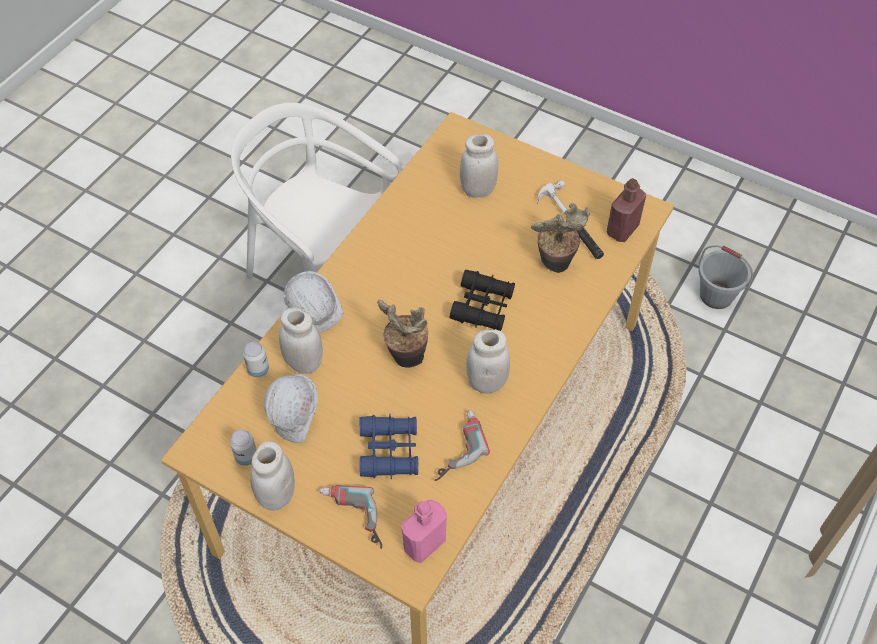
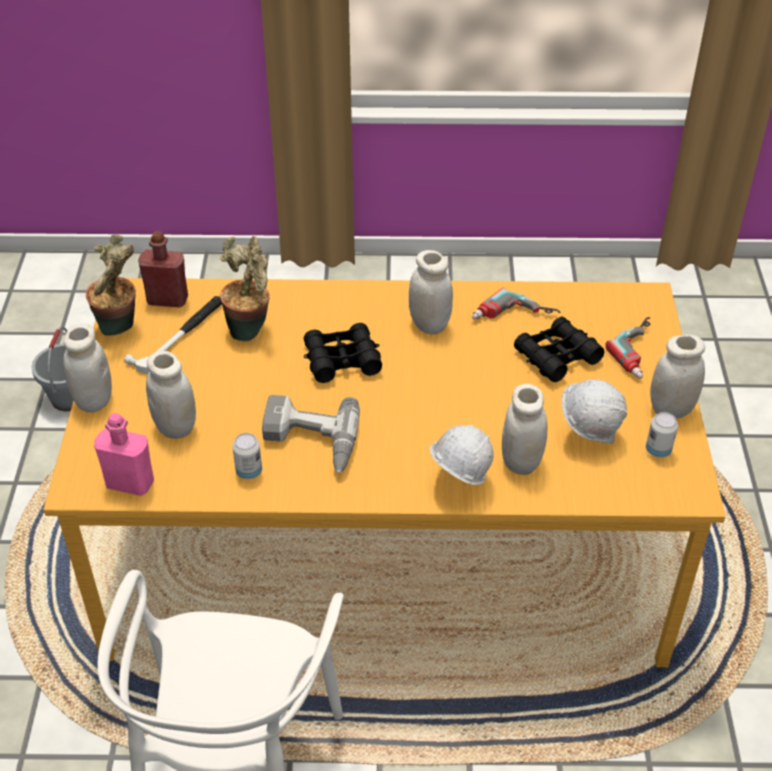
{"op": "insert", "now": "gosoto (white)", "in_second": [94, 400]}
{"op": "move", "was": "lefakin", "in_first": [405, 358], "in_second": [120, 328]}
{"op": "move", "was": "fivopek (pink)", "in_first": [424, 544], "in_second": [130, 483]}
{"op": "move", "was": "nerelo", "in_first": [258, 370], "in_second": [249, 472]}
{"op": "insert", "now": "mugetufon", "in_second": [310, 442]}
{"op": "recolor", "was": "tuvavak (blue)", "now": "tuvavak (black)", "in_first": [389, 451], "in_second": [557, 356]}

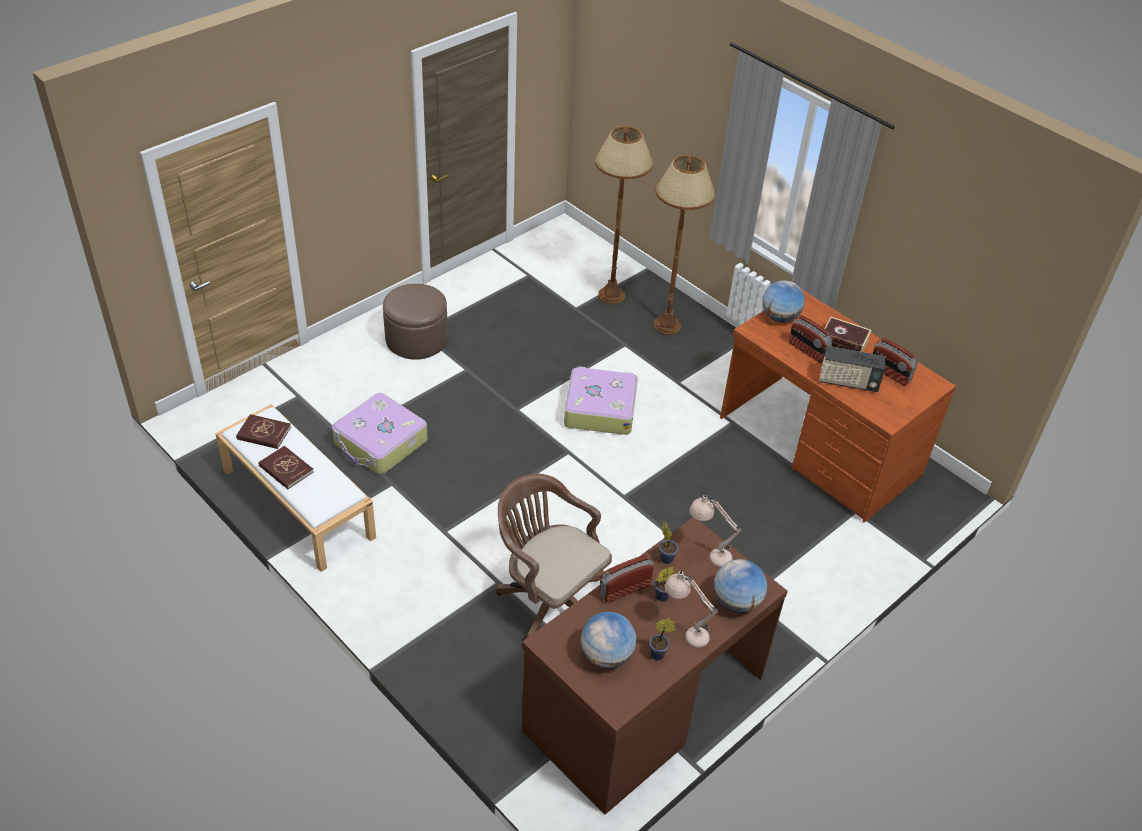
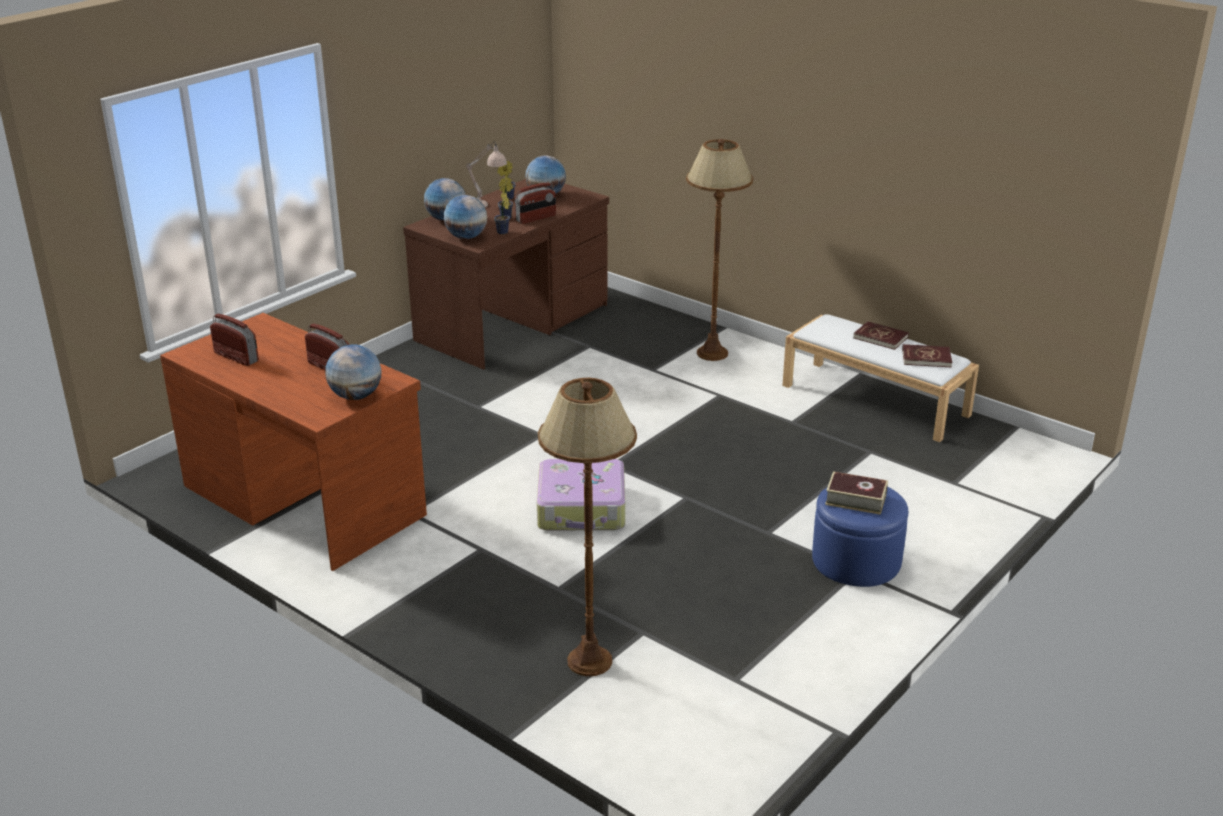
{"op": "replace", "was": "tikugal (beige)", "now": "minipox", "in_first": [709, 553], "in_second": [466, 237]}
{"op": "move", "was": "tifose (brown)", "in_first": [667, 326], "in_second": [712, 353]}
{"op": "recolor", "was": "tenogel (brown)", "now": "tenogel (blue)", "in_first": [416, 339], "in_second": [856, 561]}
{"op": "move", "was": "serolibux", "in_first": [844, 341], "in_second": [855, 499]}
{"op": "delete", "was": "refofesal", "in_first": [380, 443]}
{"op": "delete", "was": "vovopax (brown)", "in_first": [549, 599]}
{"op": "delete", "was": "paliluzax", "in_first": [848, 382]}

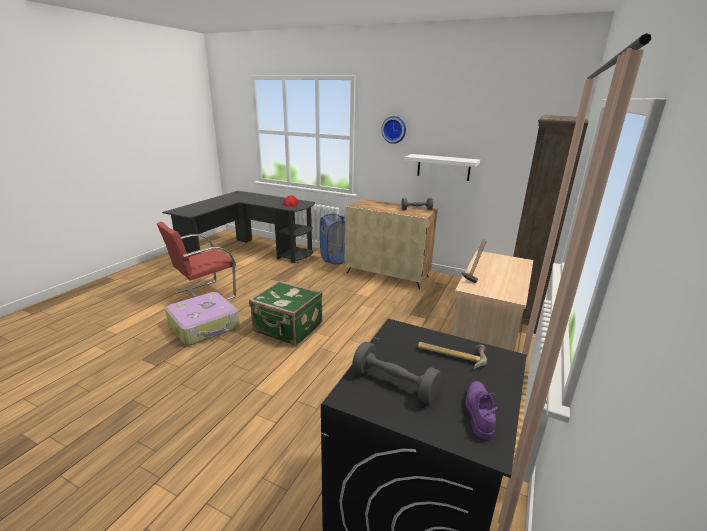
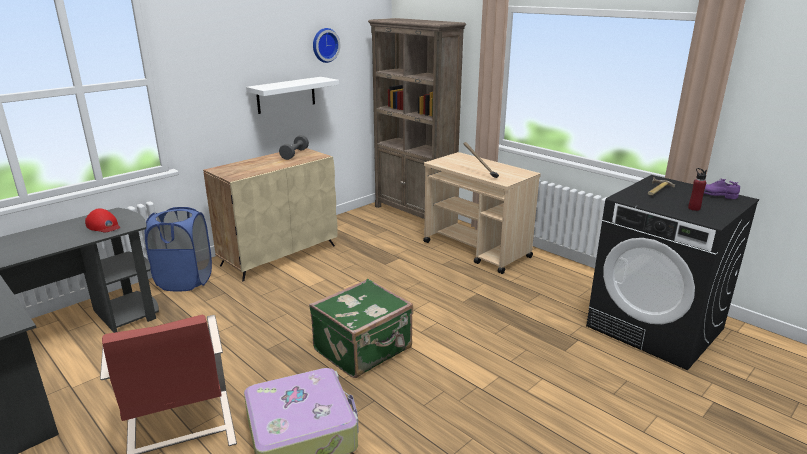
{"op": "move", "was": "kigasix", "in_first": [394, 129], "in_second": [324, 45]}
{"op": "replace", "was": "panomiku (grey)", "now": "fivopek (red)", "in_first": [394, 383], "in_second": [694, 208]}

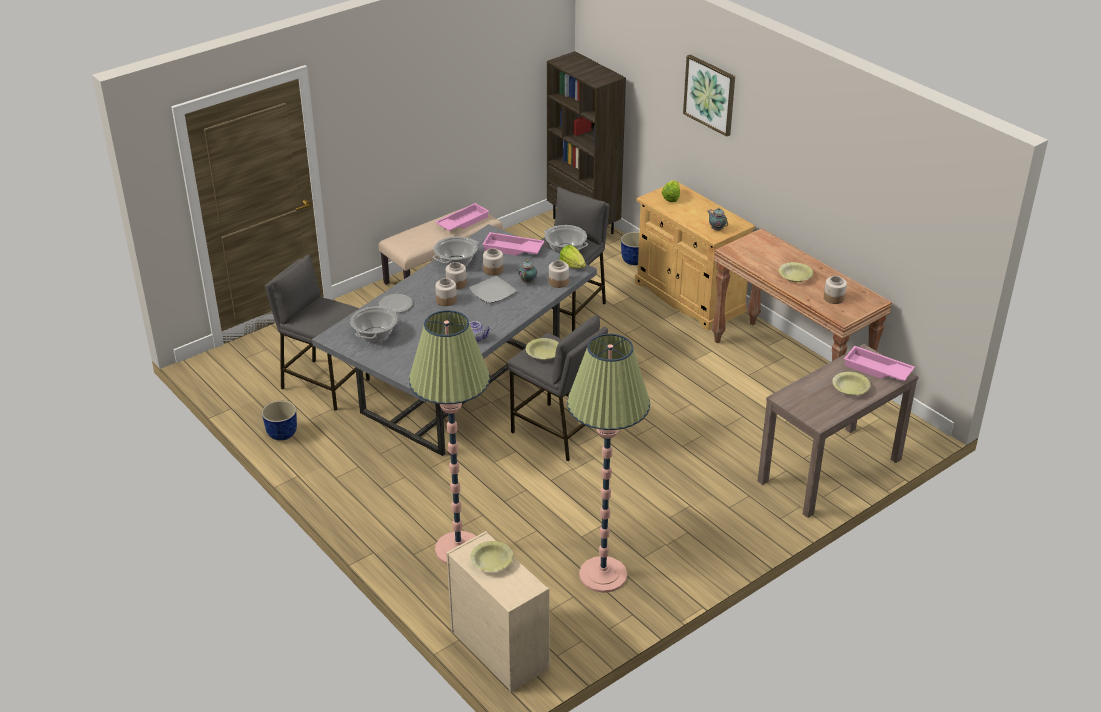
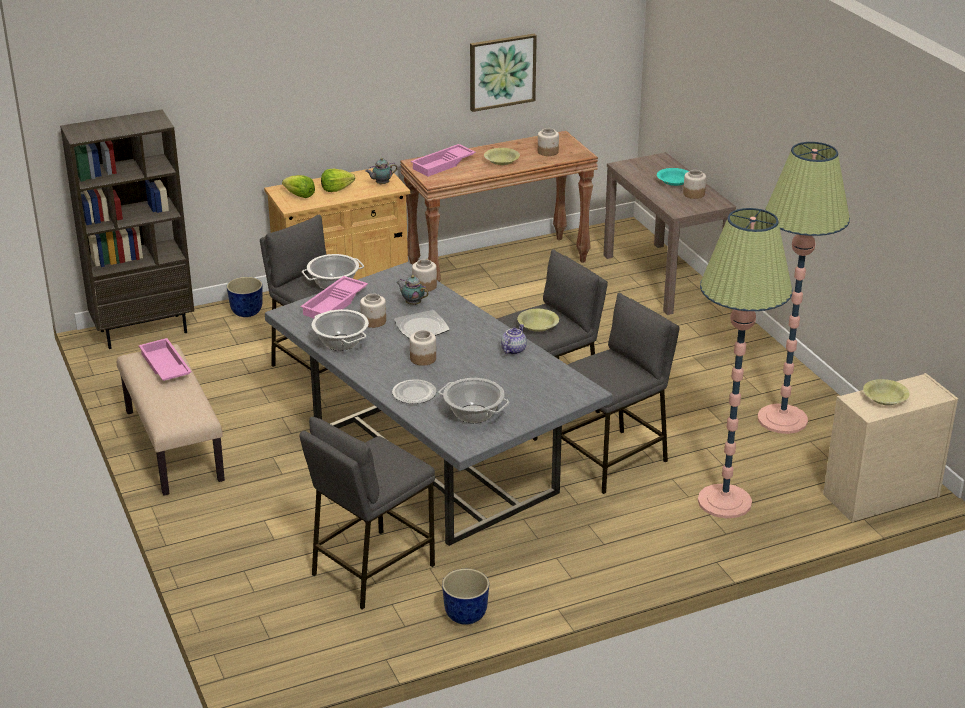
{"op": "move", "was": "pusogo", "in_first": [572, 265], "in_second": [336, 189]}
{"op": "move", "was": "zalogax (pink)", "in_first": [876, 370], "in_second": [443, 164]}
{"op": "move", "was": "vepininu", "in_first": [710, 94], "in_second": [502, 71]}
{"op": "insert", "now": "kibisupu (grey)", "in_second": [613, 461]}
{"op": "recolor", "was": "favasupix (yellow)", "now": "favasupix (turquoise)", "in_first": [850, 388], "in_second": [674, 181]}
{"op": "move", "was": "gosoto", "in_first": [456, 284], "in_second": [693, 194]}

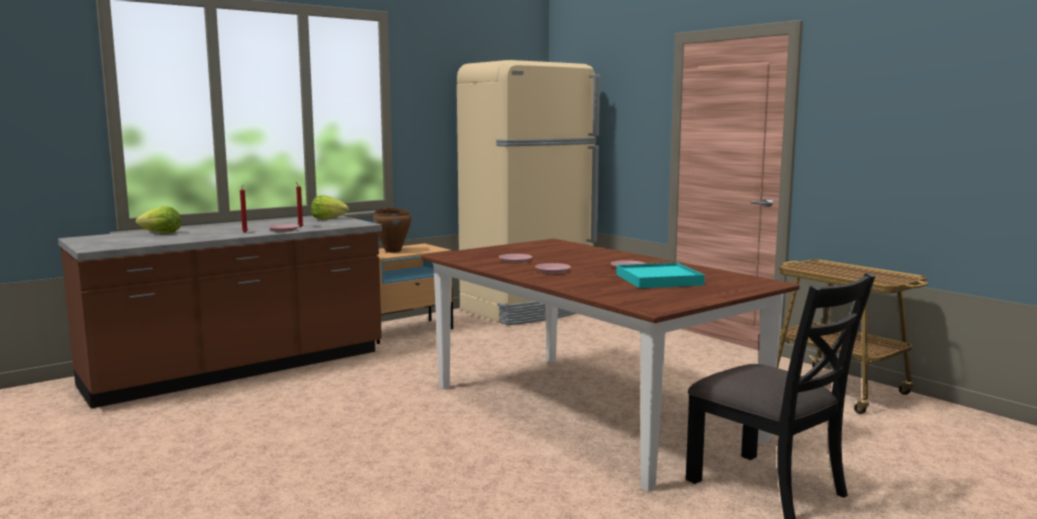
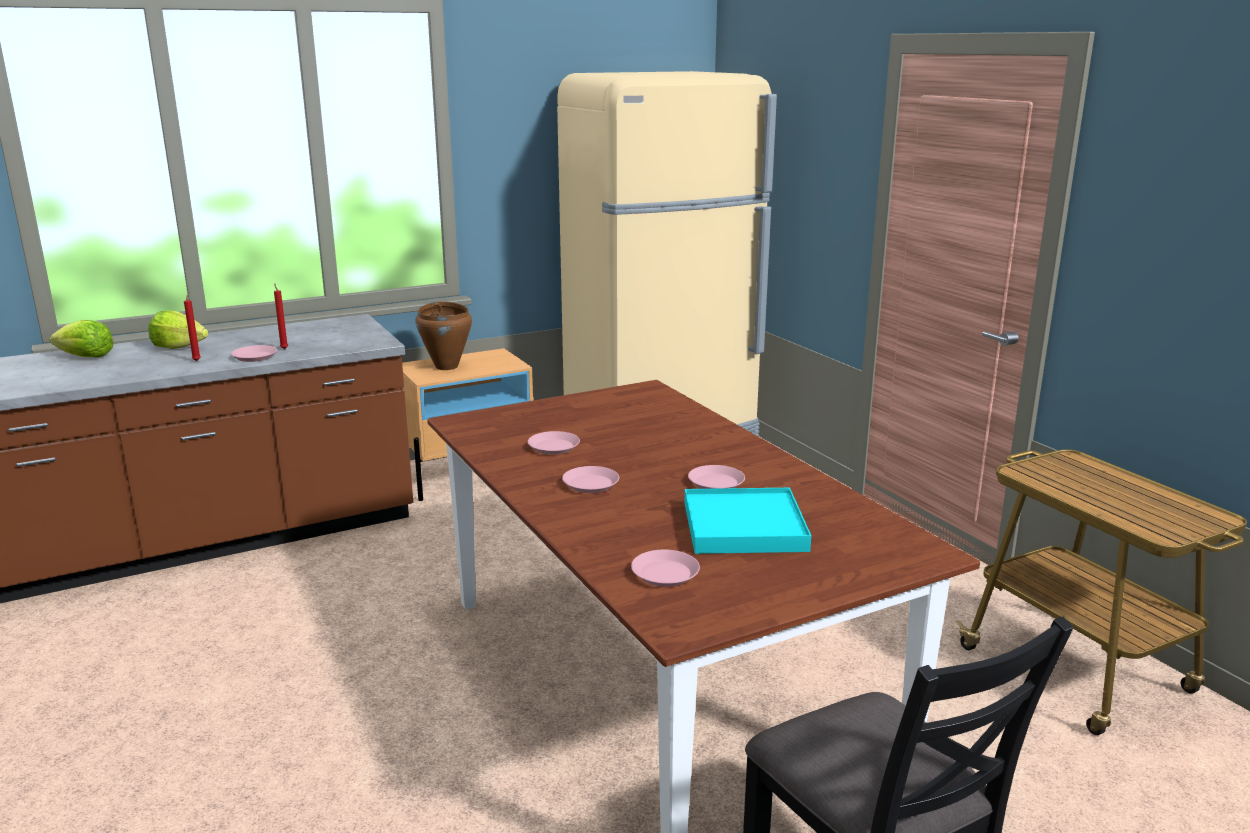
{"op": "move", "was": "pusogo", "in_first": [328, 219], "in_second": [179, 347]}
{"op": "insert", "now": "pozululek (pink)", "in_second": [664, 573]}

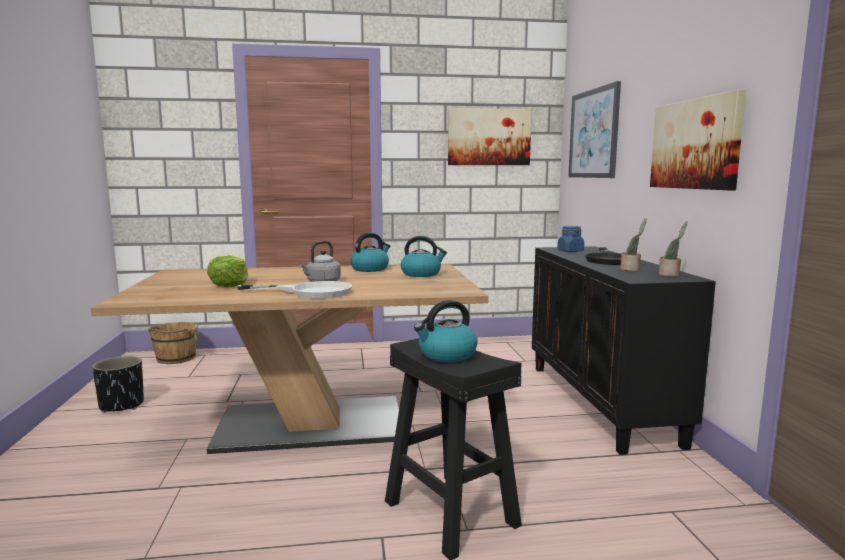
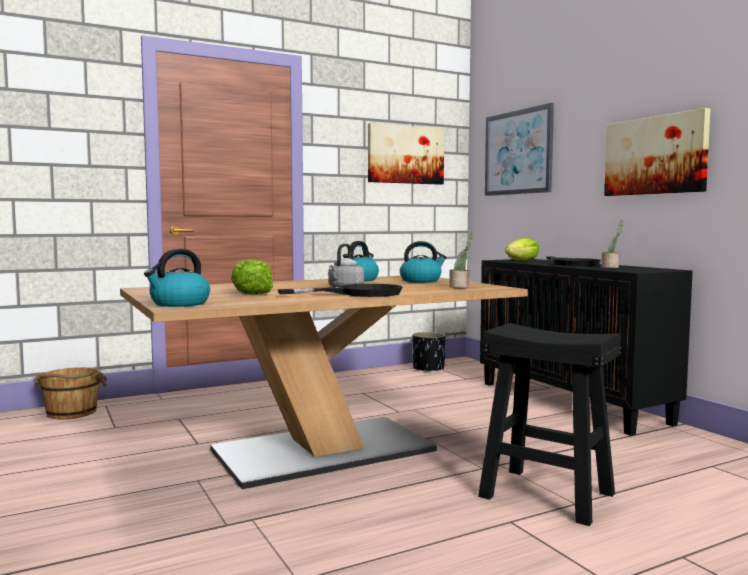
{"op": "move", "was": "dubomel", "in_first": [446, 355], "in_second": [179, 304]}
{"op": "recolor", "was": "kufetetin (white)", "now": "kufetetin (black)", "in_first": [310, 292], "in_second": [358, 293]}
{"op": "move", "was": "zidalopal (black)", "in_first": [122, 405], "in_second": [428, 369]}
{"op": "move", "was": "lefakin", "in_first": [670, 275], "in_second": [460, 287]}
{"op": "replace", "was": "gosoto (blue)", "now": "pusogo", "in_first": [570, 251], "in_second": [521, 261]}

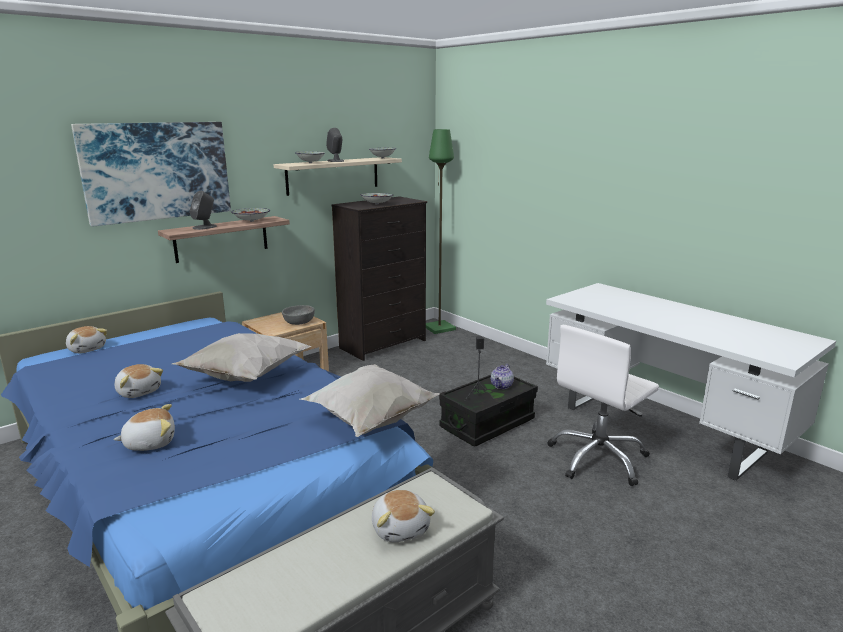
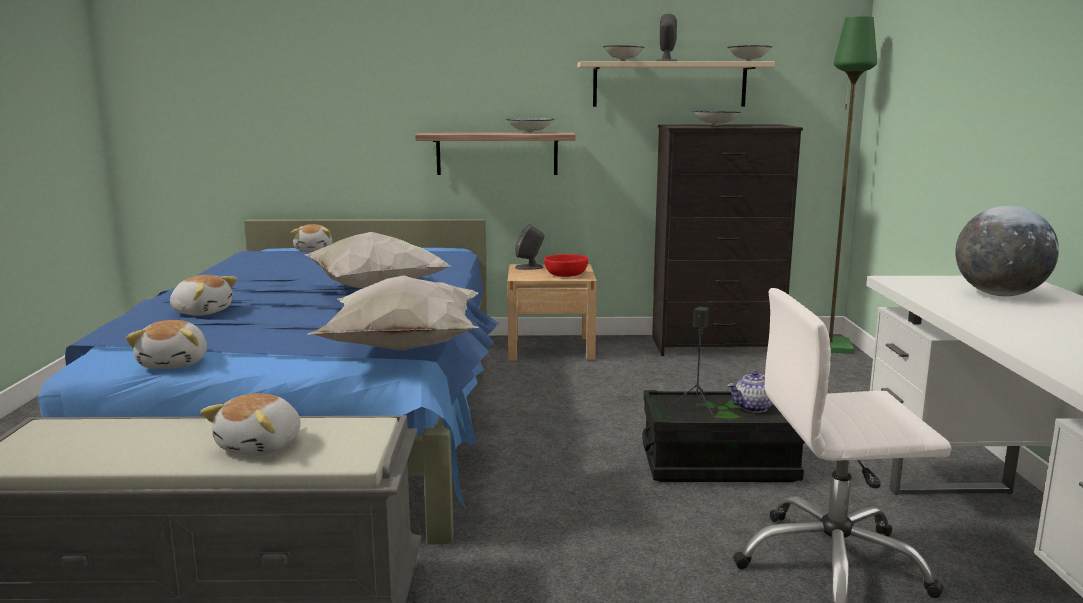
{"op": "move", "was": "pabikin", "in_first": [139, 391], "in_second": [175, 363]}
{"op": "move", "was": "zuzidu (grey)", "in_first": [205, 227], "in_second": [529, 267]}
{"op": "recolor", "was": "favasupix (grey)", "now": "favasupix (red)", "in_first": [298, 322], "in_second": [565, 275]}
{"op": "insert", "now": "minipox", "in_second": [999, 294]}
{"op": "delete", "was": "vepininu", "in_first": [157, 171]}

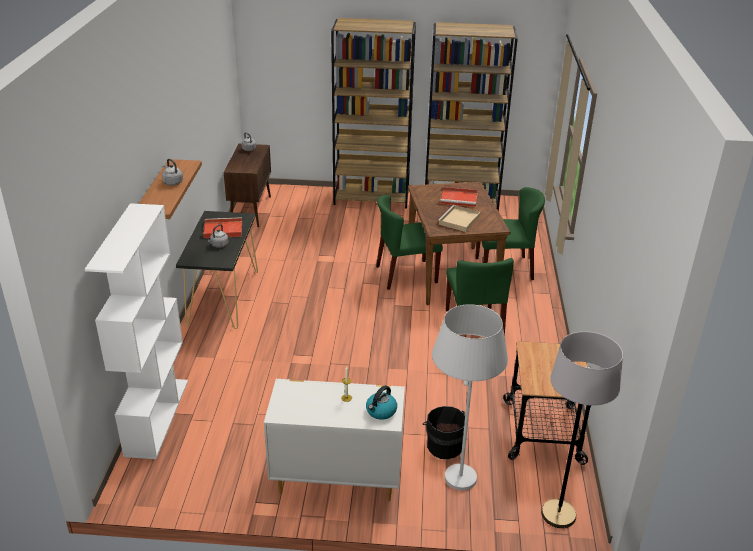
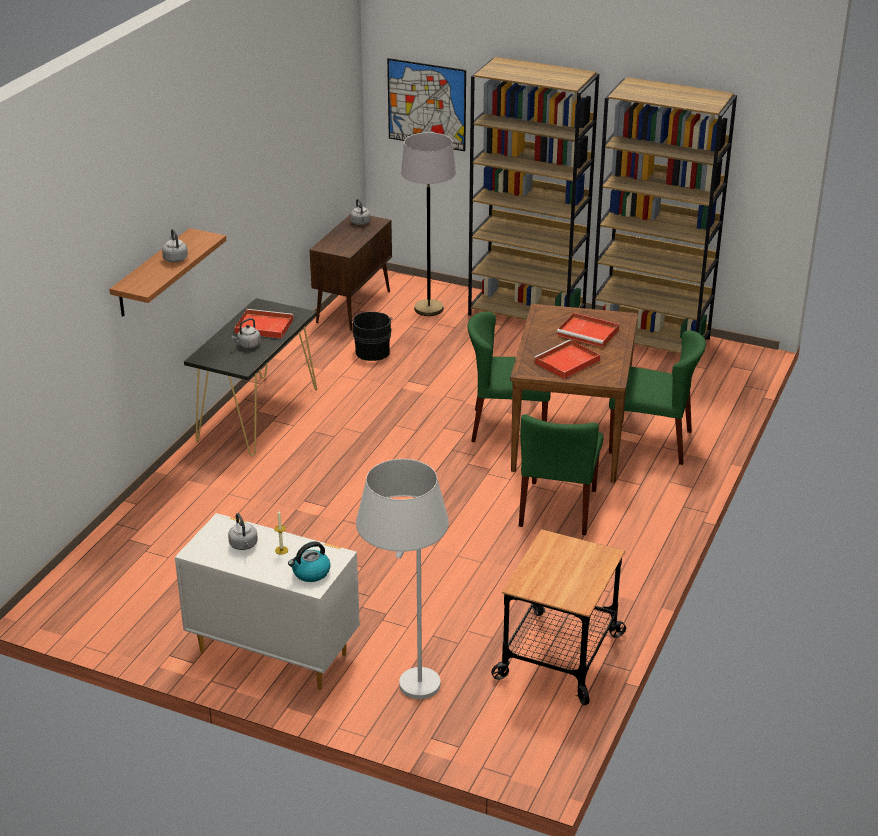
{"op": "insert", "now": "dubomel (grey)", "in_second": [244, 545]}
{"op": "move", "was": "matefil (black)", "in_first": [444, 445], "in_second": [372, 351]}
{"op": "insert", "now": "vepininu", "in_second": [426, 104]}
{"op": "move", "was": "tifose (grey)", "in_first": [558, 514], "in_second": [428, 309]}
{"op": "recolor", "was": "zalogax (beige)", "now": "zalogax (red)", "in_first": [459, 220], "in_second": [566, 362]}
{"op": "delete", "was": "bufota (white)", "in_first": [157, 416]}

